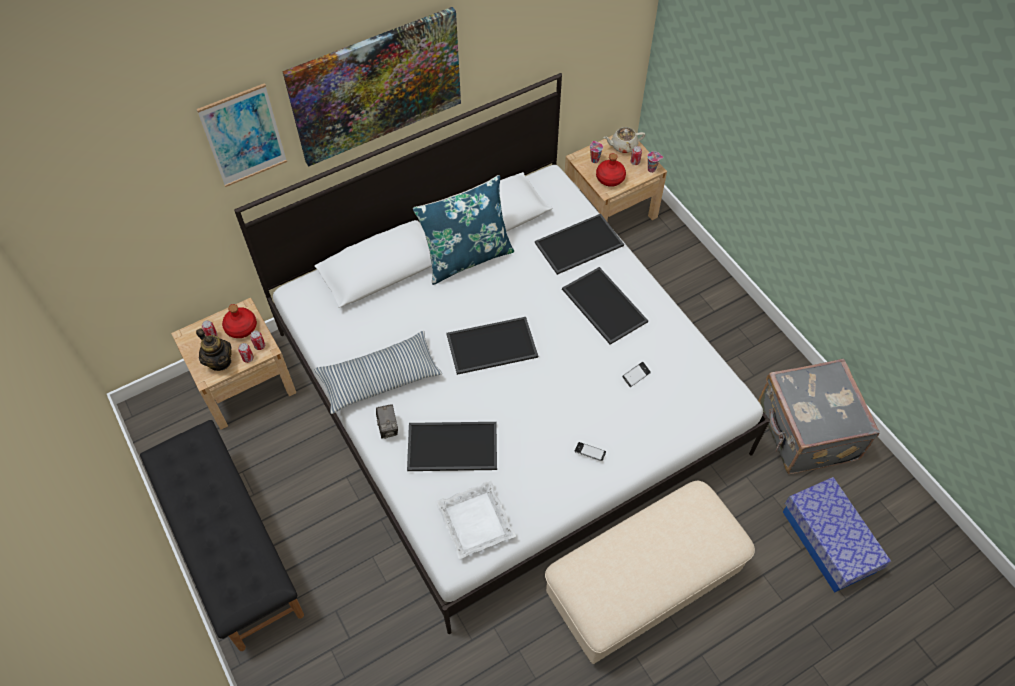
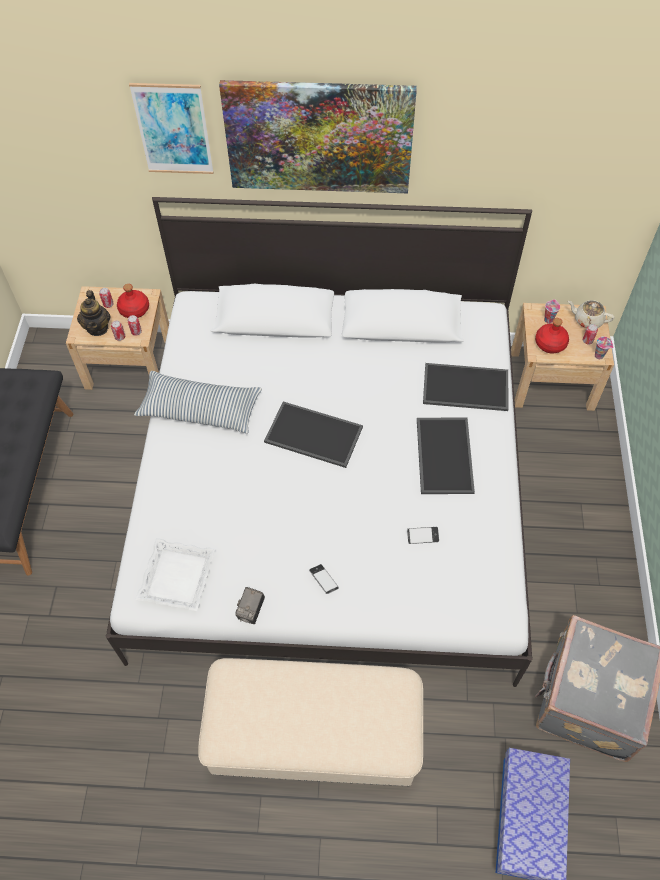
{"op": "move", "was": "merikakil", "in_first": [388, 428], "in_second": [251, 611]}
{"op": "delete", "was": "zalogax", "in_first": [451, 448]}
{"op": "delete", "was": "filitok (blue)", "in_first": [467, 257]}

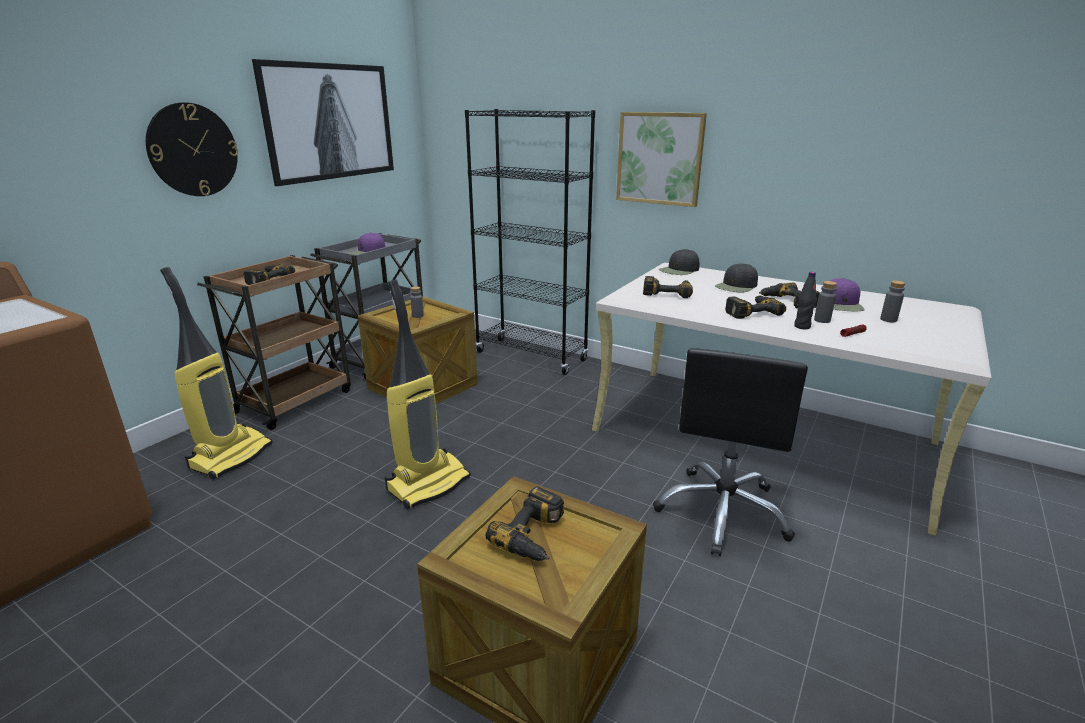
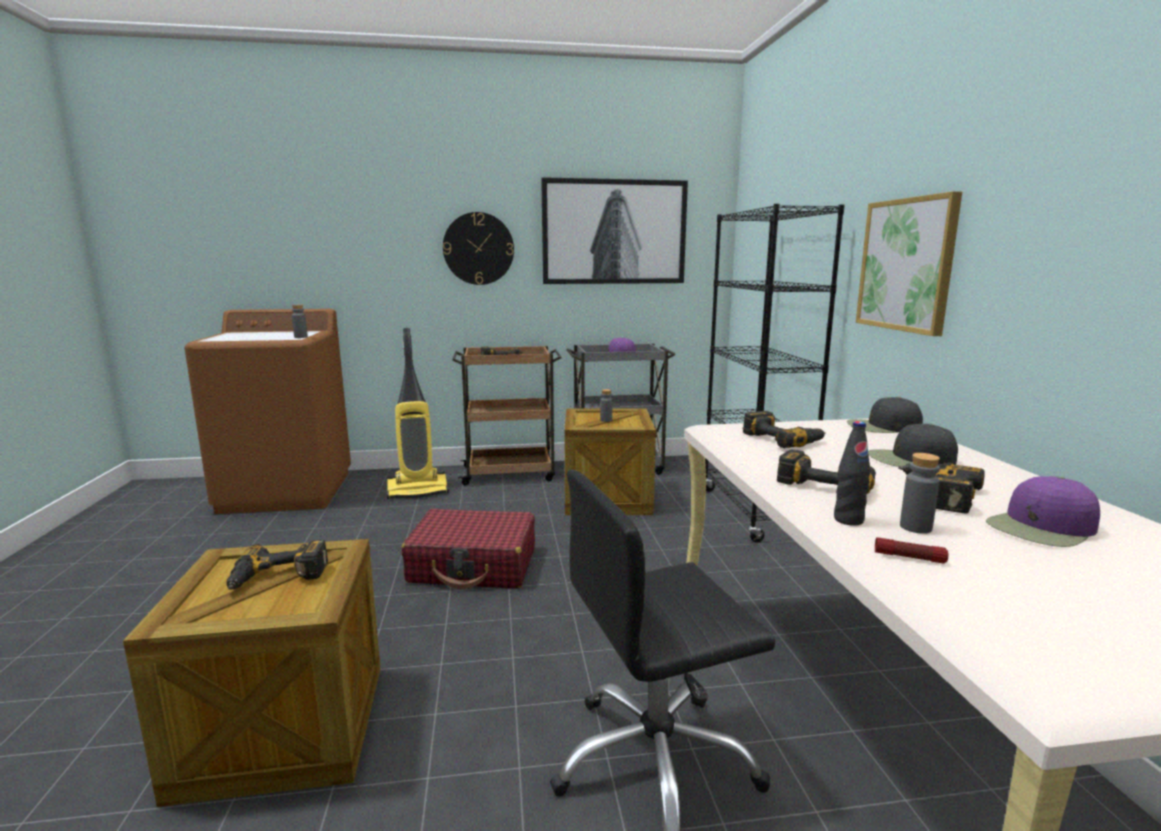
{"op": "move", "was": "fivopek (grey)", "in_first": [888, 319], "in_second": [301, 337]}
{"op": "replace", "was": "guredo", "now": "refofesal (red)", "in_first": [428, 483], "in_second": [473, 565]}

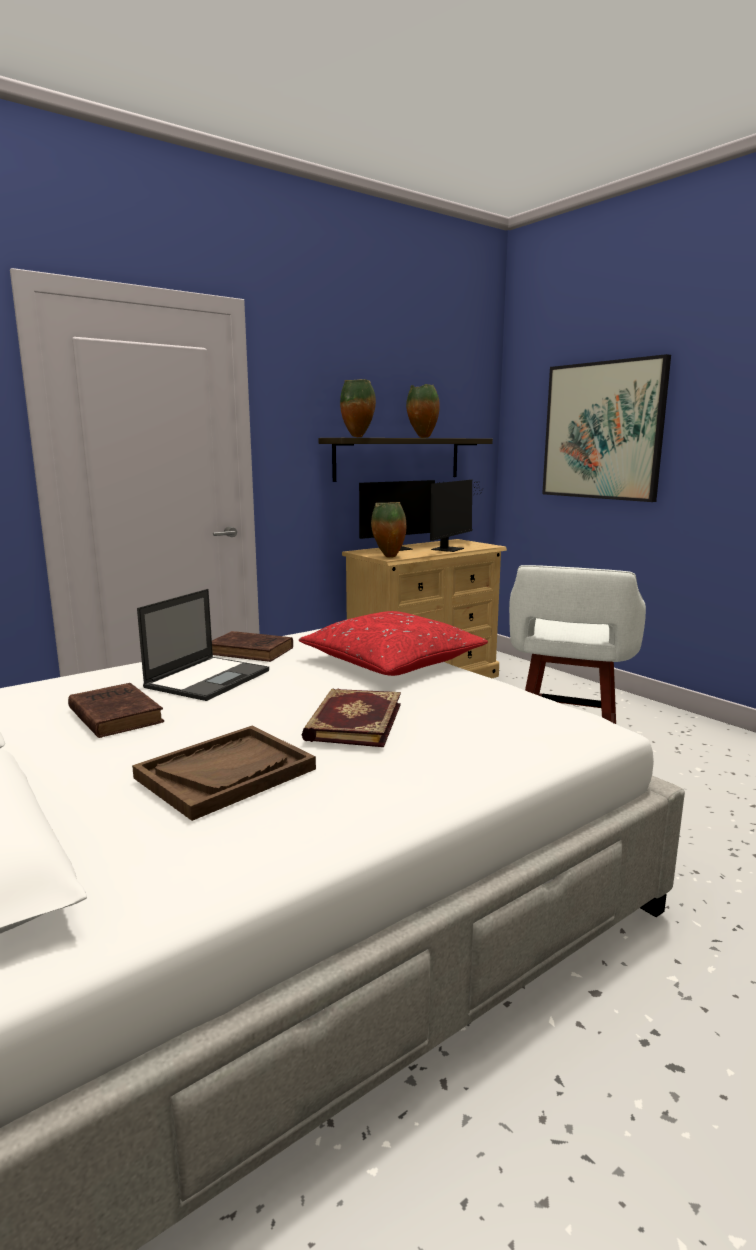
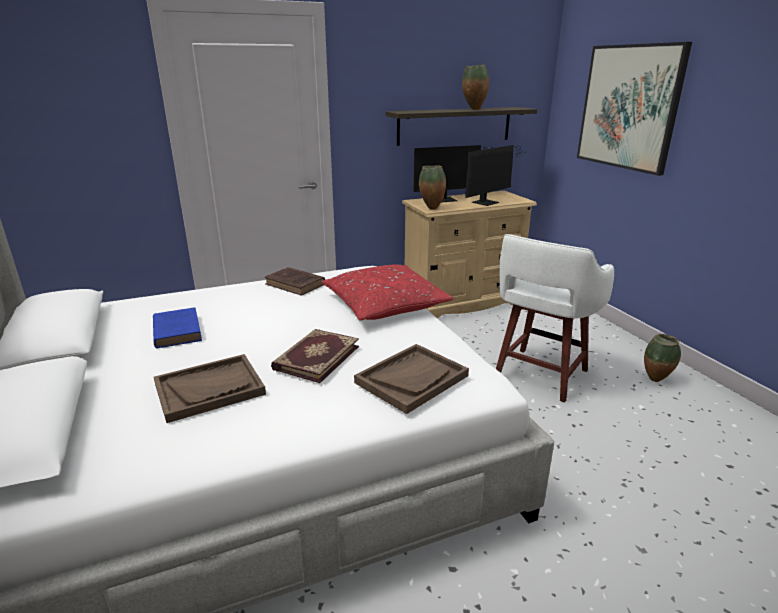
{"op": "recolor", "was": "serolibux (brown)", "now": "serolibux (blue)", "in_first": [114, 715], "in_second": [177, 330]}
{"op": "insert", "now": "zalogax (brown)", "in_second": [411, 379]}
{"op": "move", "was": "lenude", "in_first": [358, 437], "in_second": [656, 381]}
{"op": "delete", "was": "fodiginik", "in_first": [209, 678]}

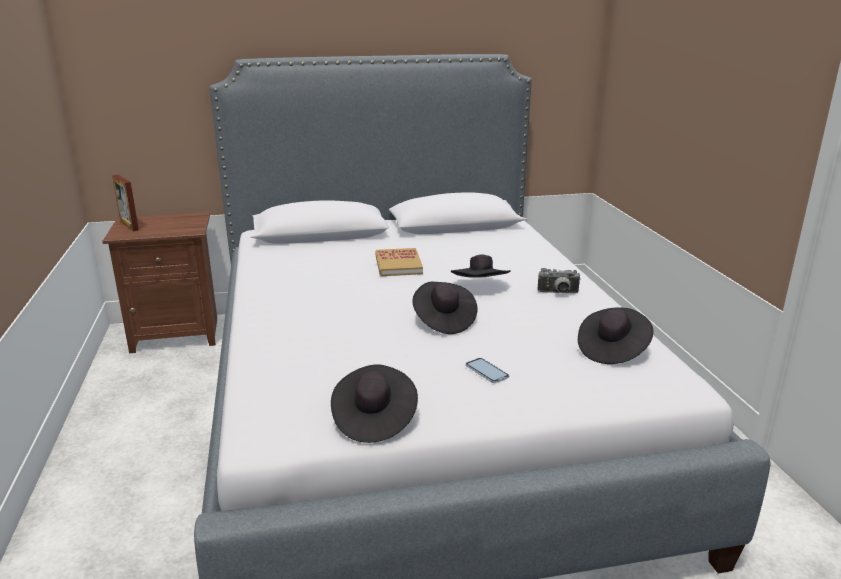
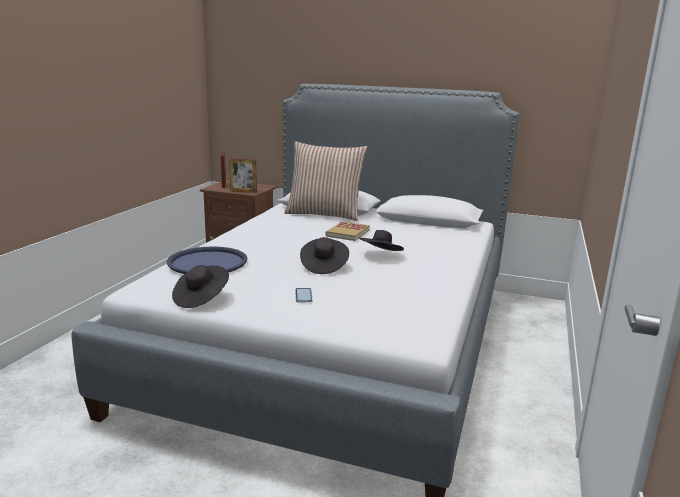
{"op": "insert", "now": "zalogax (blue)", "in_second": [207, 262]}
{"op": "insert", "now": "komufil", "in_second": [243, 191]}
{"op": "insert", "now": "filitok", "in_second": [324, 214]}
{"op": "delete", "was": "merikakil", "in_first": [558, 293]}
{"op": "delete", "was": "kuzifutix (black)", "in_first": [612, 350]}

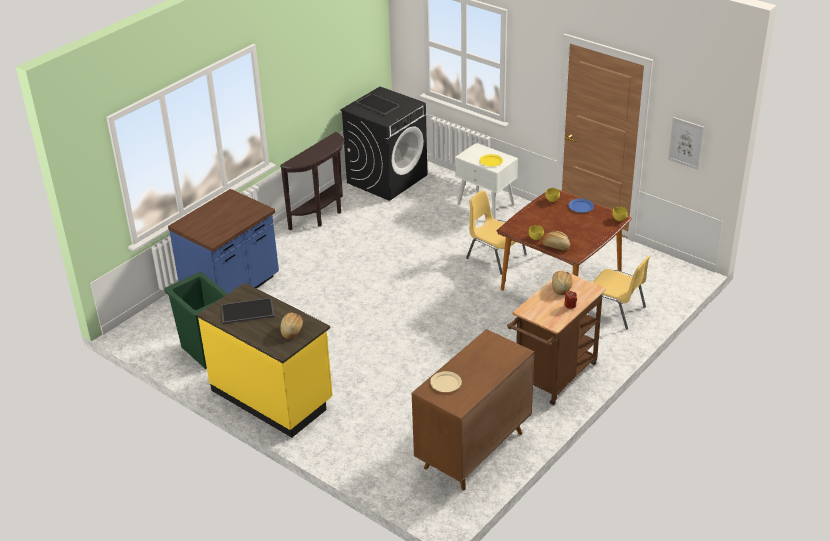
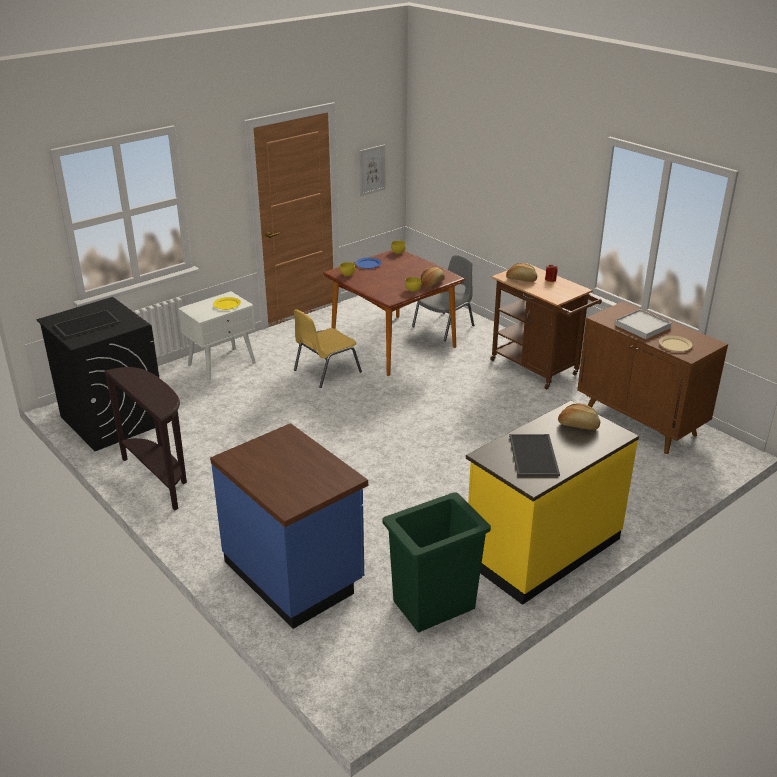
{"op": "recolor", "was": "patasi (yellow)", "now": "patasi (grey)", "in_first": [615, 310], "in_second": [444, 326]}
{"op": "insert", "now": "zalogax (white)", "in_second": [642, 326]}

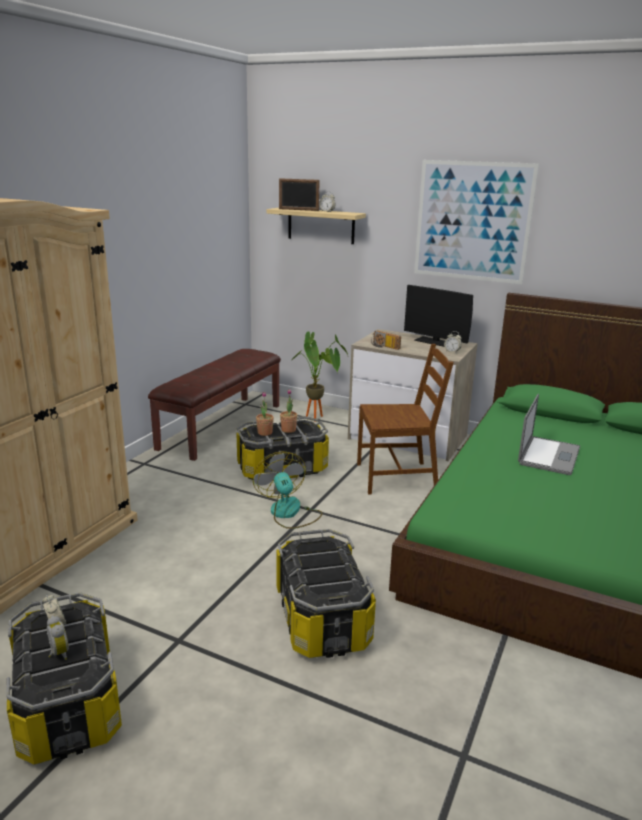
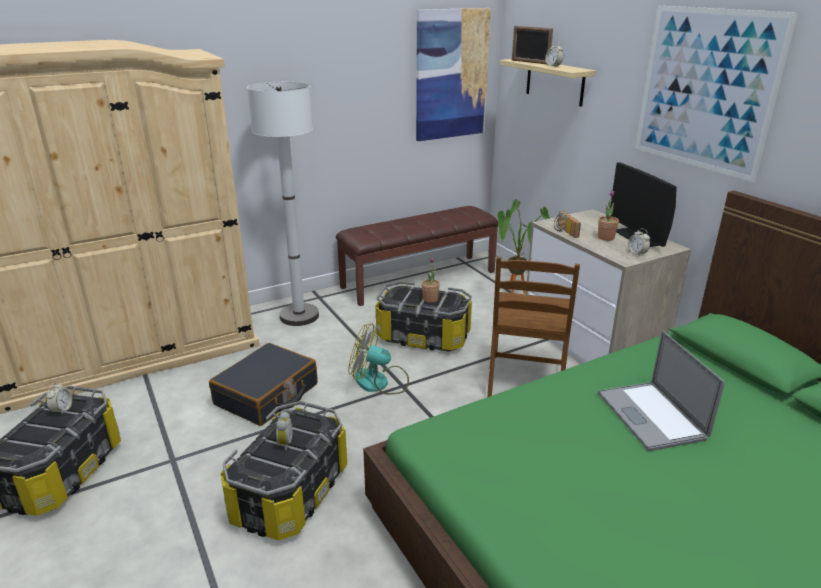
{"op": "insert", "now": "refofesal (black)", "in_second": [267, 395]}
{"op": "insert", "now": "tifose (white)", "in_second": [299, 316]}
{"op": "move", "was": "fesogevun", "in_first": [57, 654], "in_second": [284, 443]}
{"op": "rotate", "was": "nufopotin", "in_first": [289, 513], "in_second": [379, 382], "clockwise": -90}
{"op": "insert", "now": "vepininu", "in_second": [451, 75]}
{"op": "rotate", "was": "patasi (brown)", "in_first": [397, 477], "in_second": [526, 381], "clockwise": 75}
{"op": "move", "was": "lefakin", "in_first": [265, 433], "in_second": [606, 237]}
{"op": "rotate", "was": "fodiginik", "in_first": [549, 455], "in_second": [650, 415], "clockwise": 105}

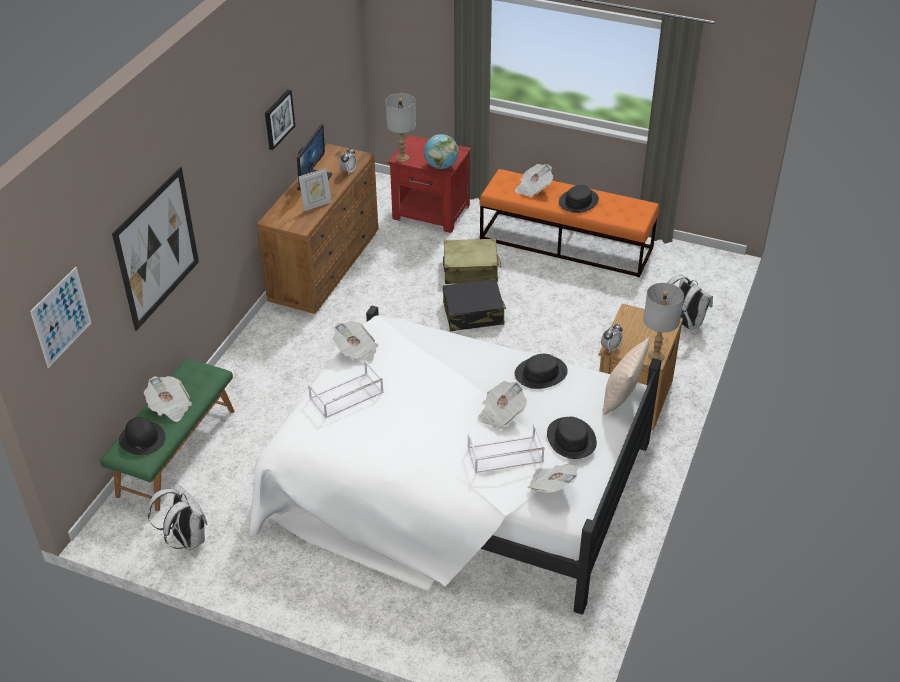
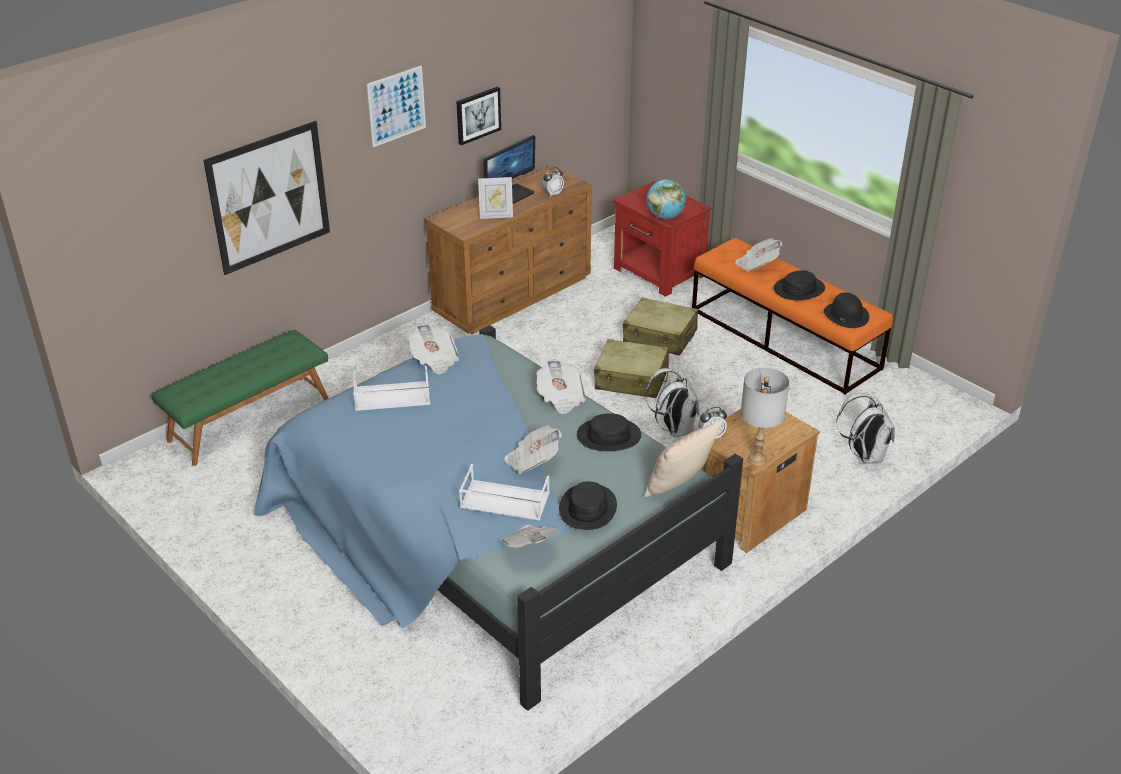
{"op": "recolor", "was": "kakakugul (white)", "now": "kakakugul (blue)", "in_first": [455, 483], "in_second": [491, 535]}
{"op": "move", "was": "vepininu", "in_first": [61, 317], "in_second": [396, 106]}
{"op": "move", "was": "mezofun", "in_first": [170, 407], "in_second": [561, 398]}
{"op": "recolor", "was": "refofesal (black)", "now": "refofesal (beige)", "in_first": [473, 314], "in_second": [631, 379]}
{"op": "move", "was": "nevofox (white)", "in_first": [186, 539], "in_second": [674, 429]}
{"op": "move", "was": "kuzifutix (black)", "in_first": [142, 438], "in_second": [845, 315]}
{"op": "delete", "was": "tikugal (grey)", "in_first": [402, 158]}

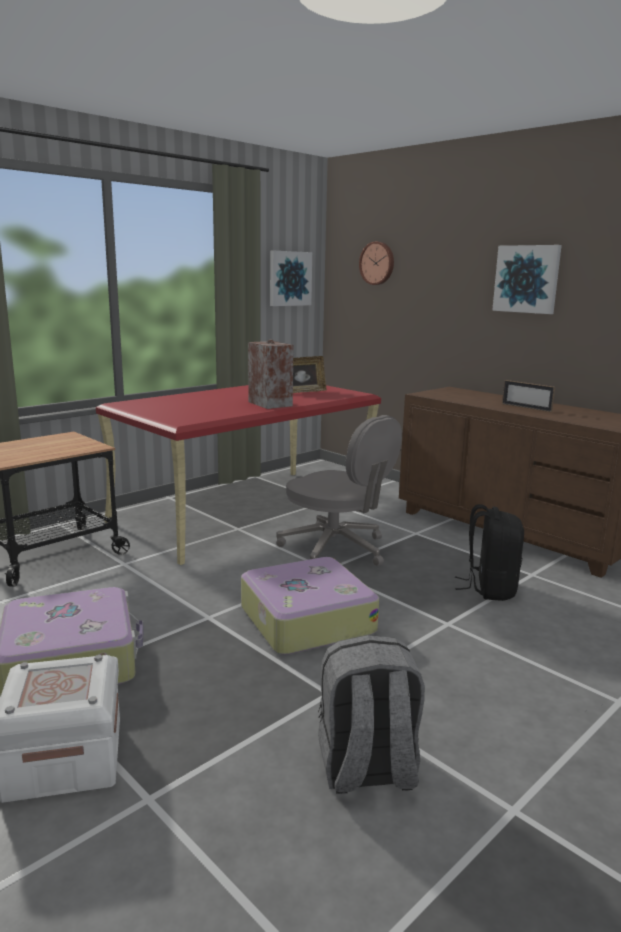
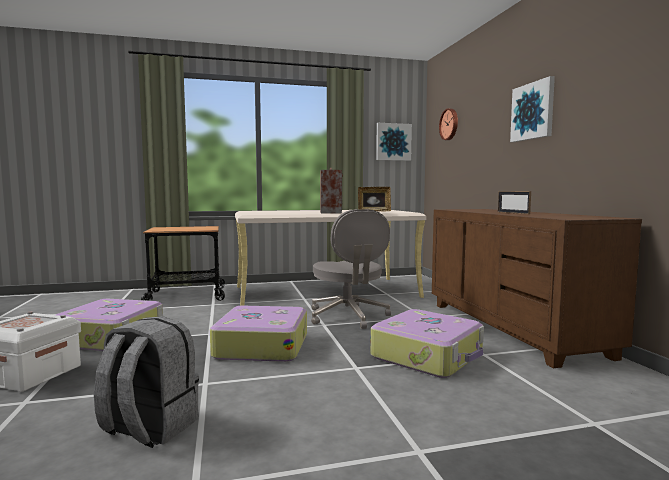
{"op": "recolor", "was": "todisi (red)", "now": "todisi (beige)", "in_first": [248, 510], "in_second": [326, 292]}
{"op": "replace", "was": "nevofox (black)", "now": "refofesal", "in_first": [489, 588], "in_second": [428, 355]}

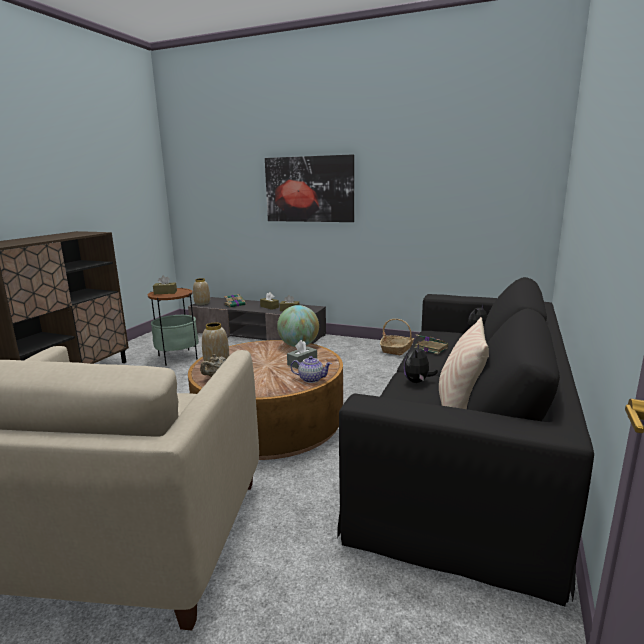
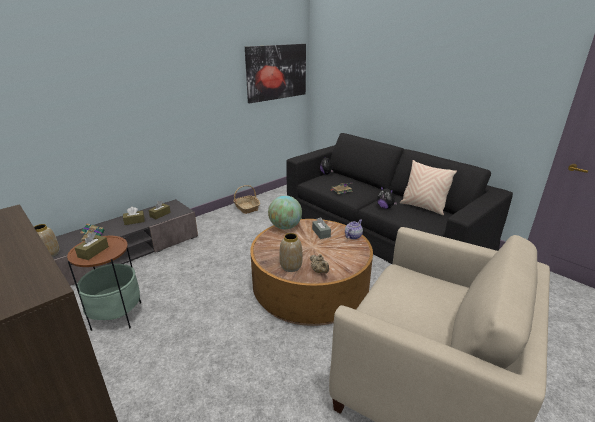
{"op": "move", "was": "vepininu", "in_first": [309, 189], "in_second": [276, 72]}

